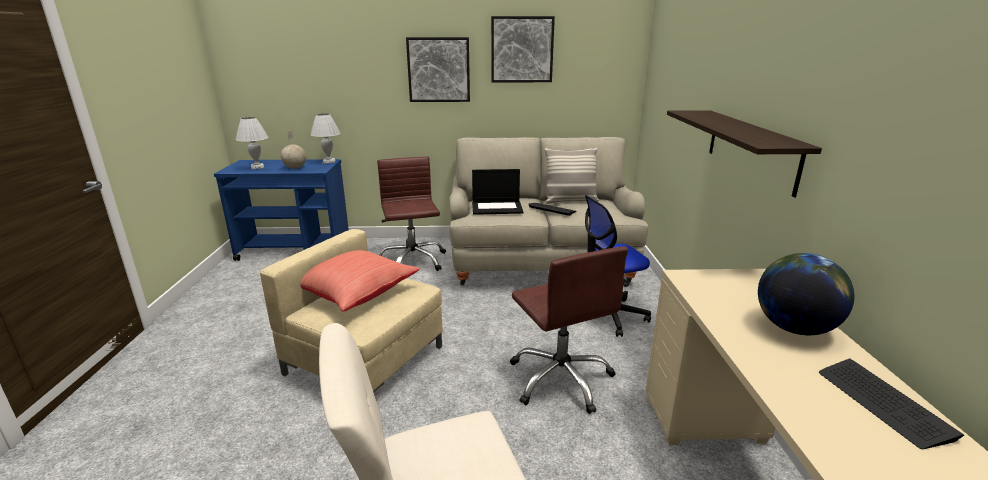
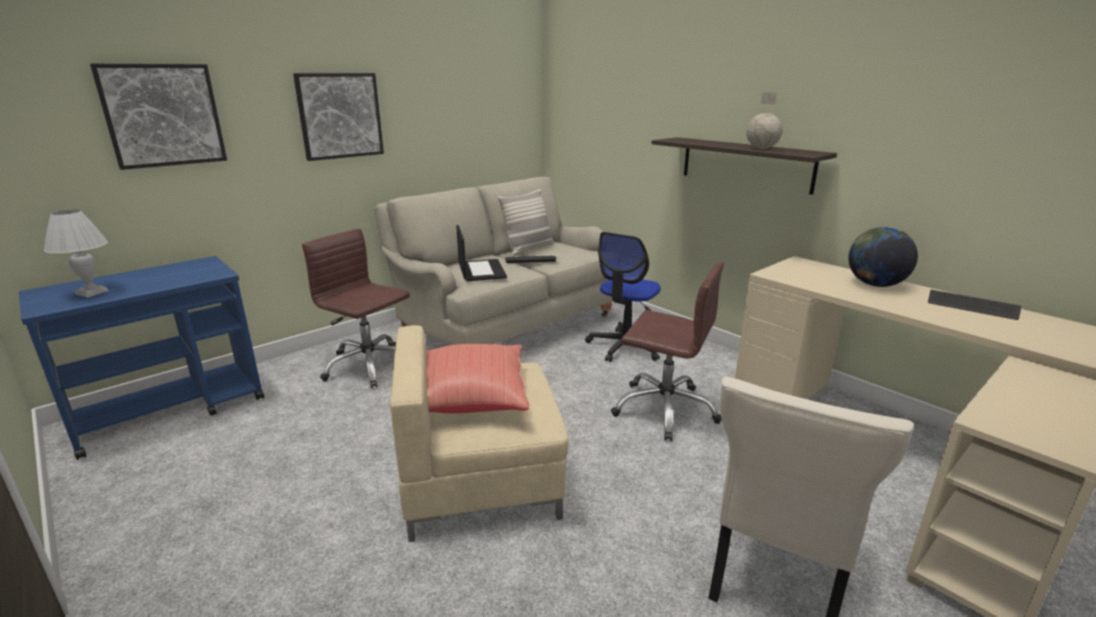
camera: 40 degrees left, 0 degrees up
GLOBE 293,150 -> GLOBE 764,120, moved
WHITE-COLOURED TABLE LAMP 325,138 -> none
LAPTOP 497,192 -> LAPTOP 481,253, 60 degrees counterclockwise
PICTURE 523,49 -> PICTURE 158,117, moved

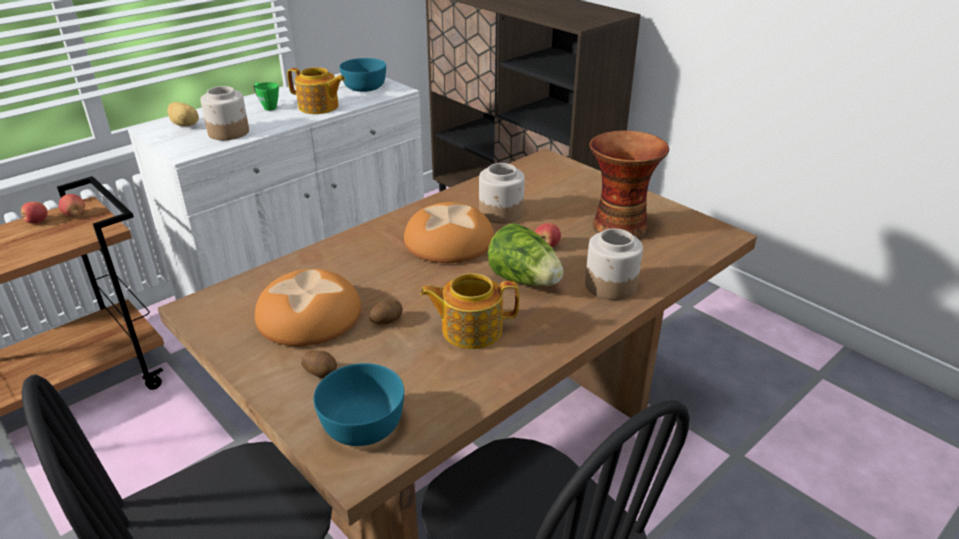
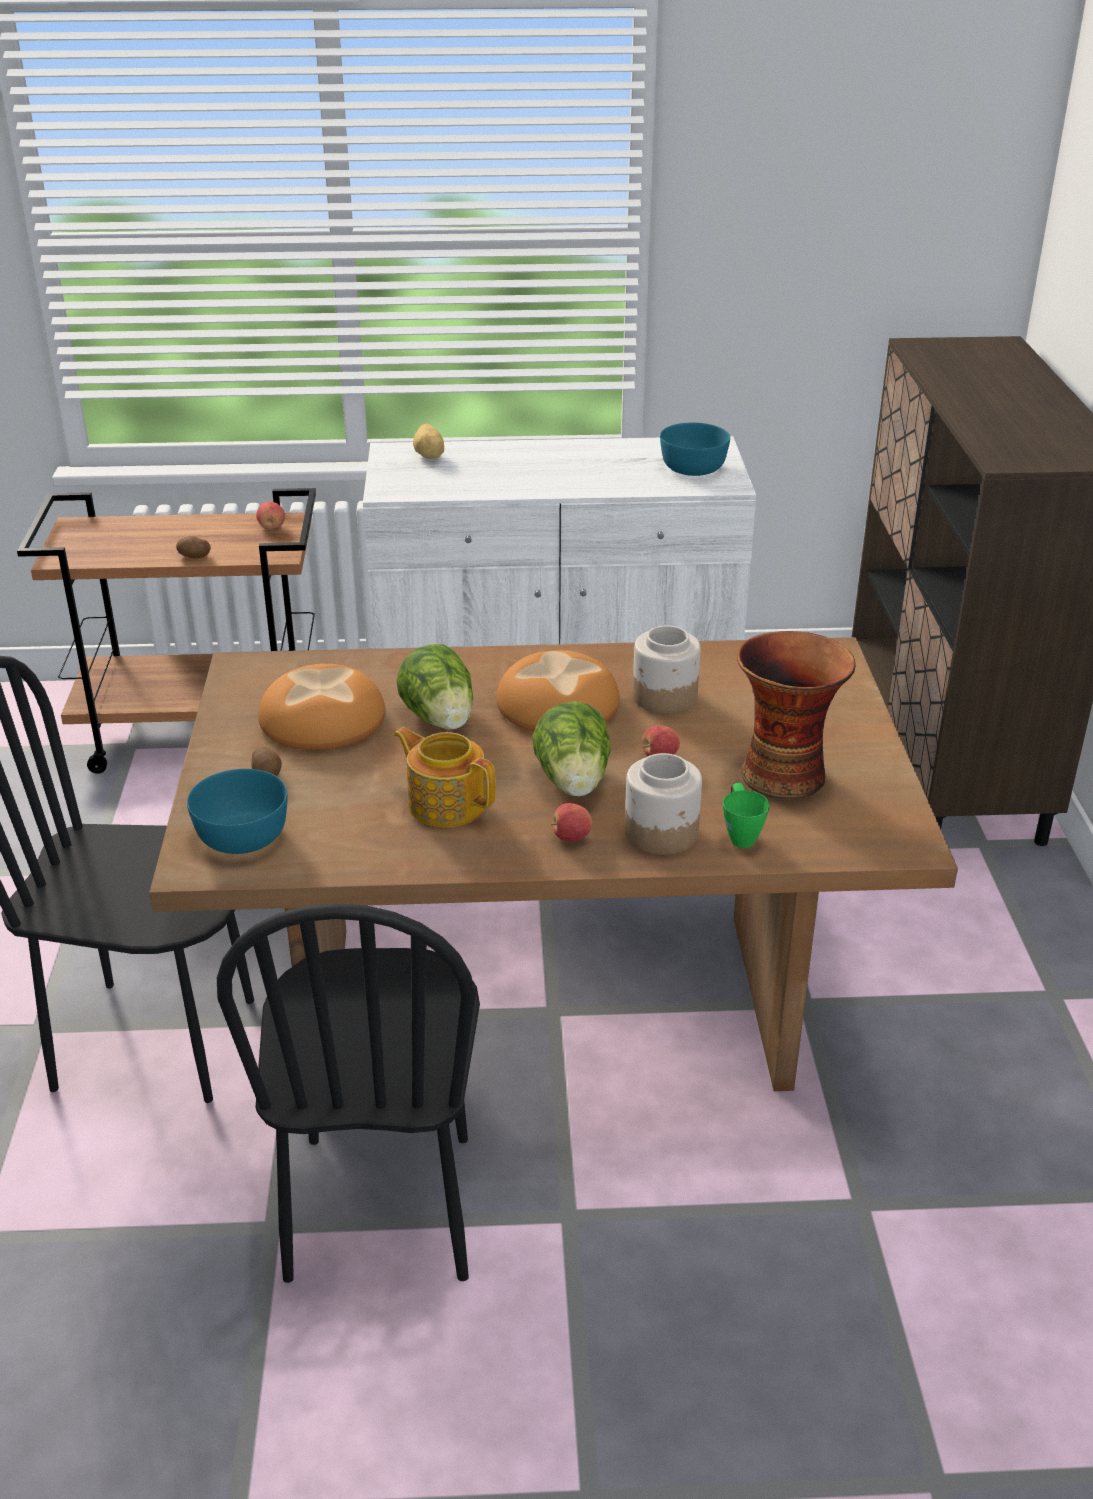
camera: 40 degrees right, 0 degrees up
APPLE 34,213 -> APPLE 571,822, moved
STORAGE JAR 224,113 -> none
GREEN-COLOURED MUG 266,96 -> GREEN-COLOURED MUG 746,815, moved
TEA POT 316,90 -> none
WHOLE POTATO 386,312 -> WHOLE POTATO 193,547, moved
none -> HEAD OF LETTUCE 435,687

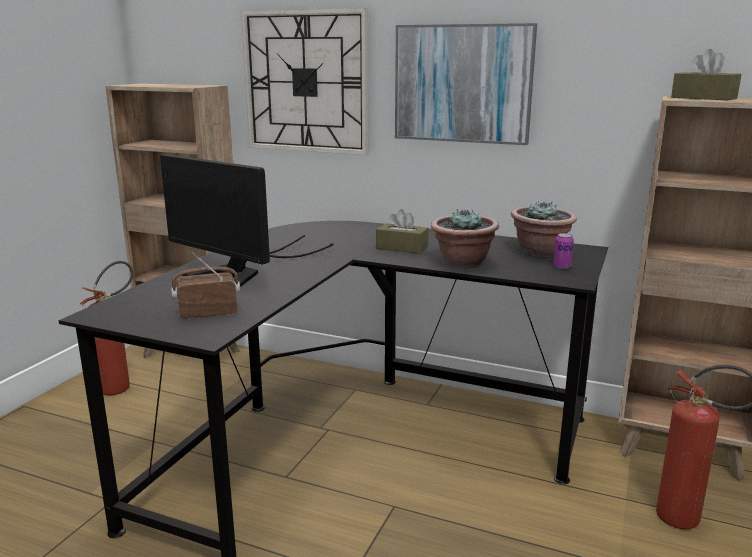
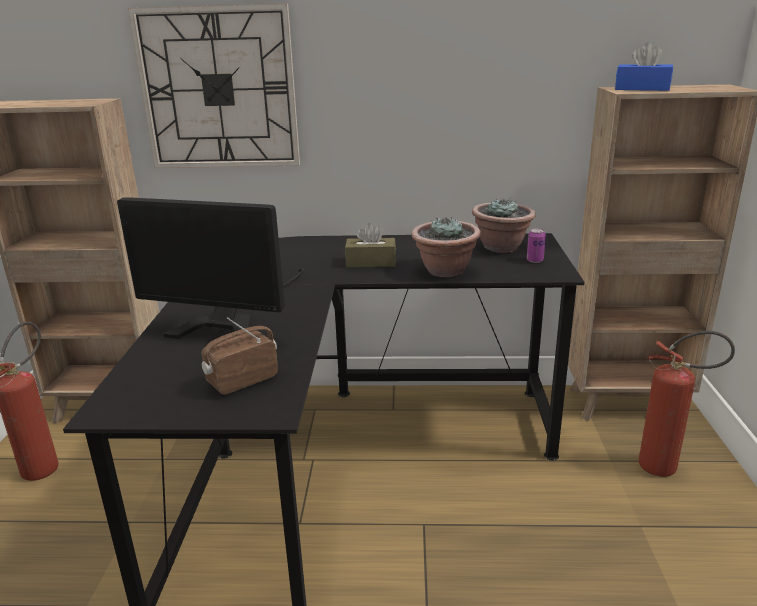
camera: 20 degrees left, 5 degrees up
PICTURE 466,84 -> none
BROWN-COLOURED BOX OF TISSUES 706,74 -> BLUE-COLOURED BOX OF TISSUES 644,66

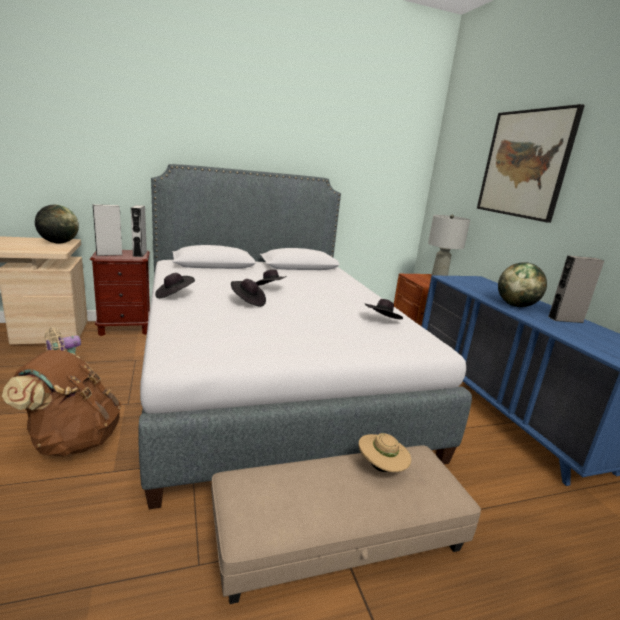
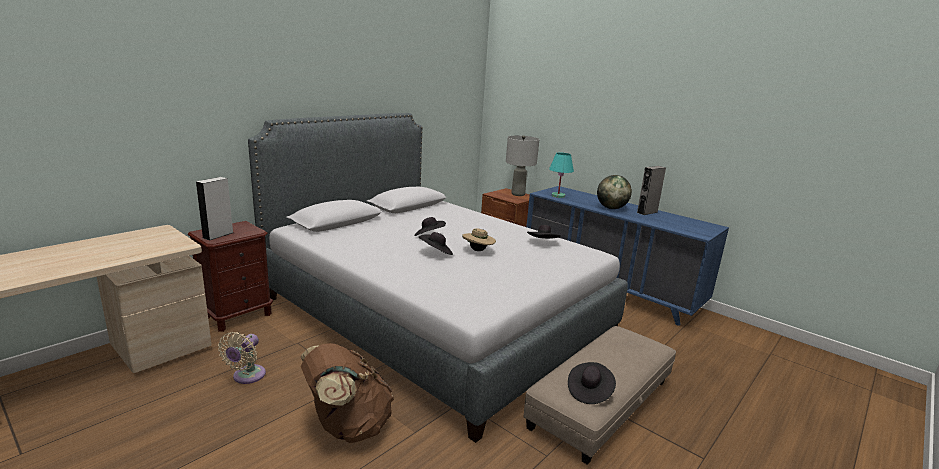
camera: 30 degrees left, 0 degrees up
GLOBE 57,224 -> none
GREYISH AUDIO SPEAKER 139,231 -> none
BLACK WEARABLE HAT 175,285 -> BLACK WEARABLE HAT 592,383, moved
BEIGE WEARABLE HAT 384,452 -> BEIGE WEARABLE HAT 479,239, moved
PICTURE 531,163 -> none
none -> TURQUOISE-COLOURED TABLE LAMP 561,175

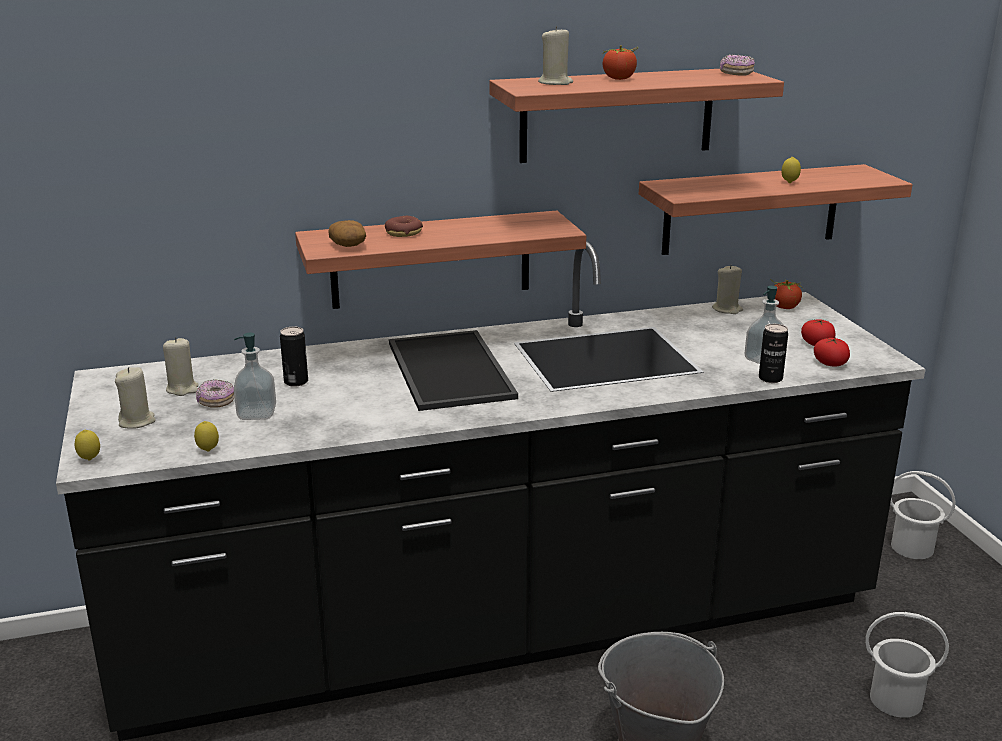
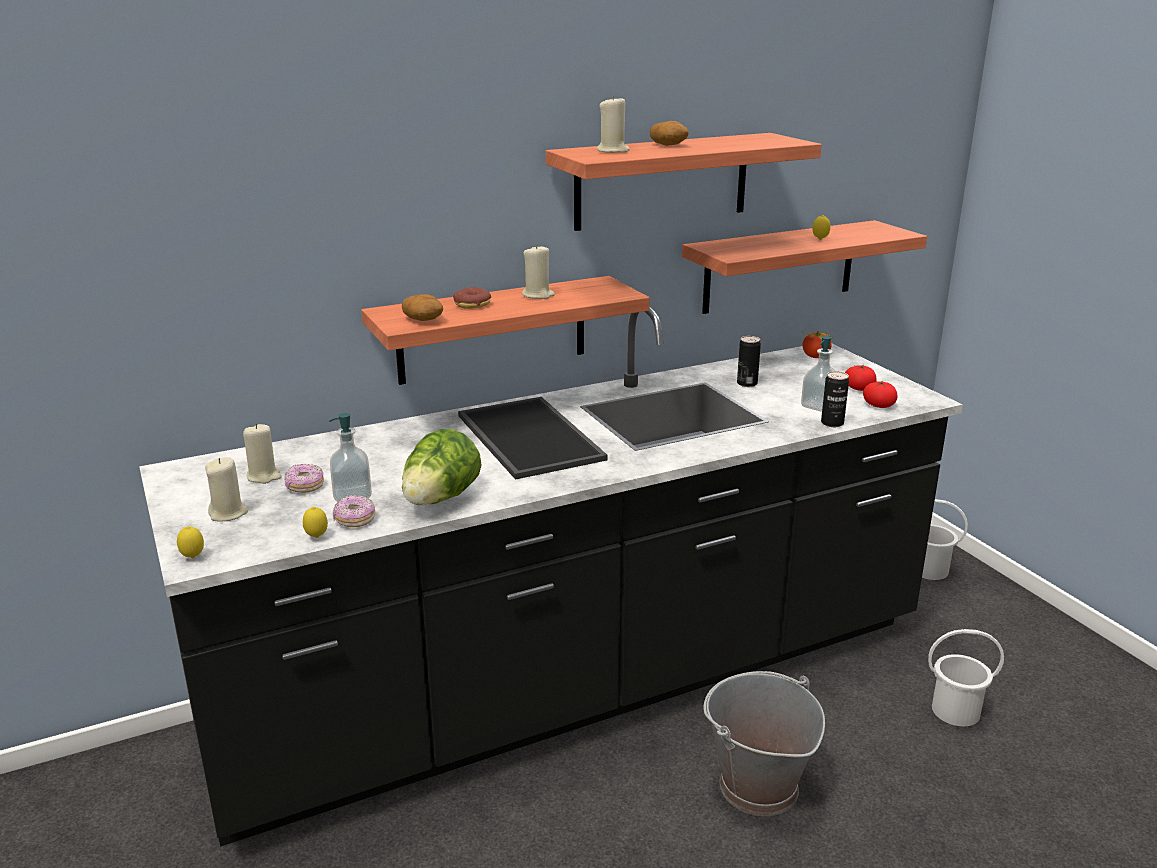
camera: 10 degrees left, 0 degrees up
CAN 294,357 -> CAN 749,361, moved
TOMATO 620,62 -> WHOLE POTATO 669,133
BEIGE WAX LIGHT 727,289 -> BEIGE WAX LIGHT 538,271, moved
DOUGHNUT 737,64 -> DOUGHNUT 354,511, moved
none -> HEAD OF LETTUCE 442,467

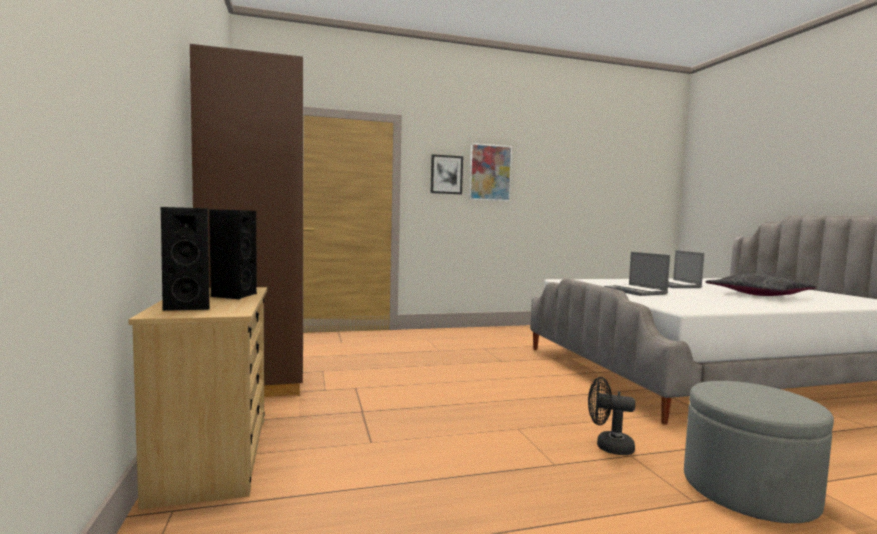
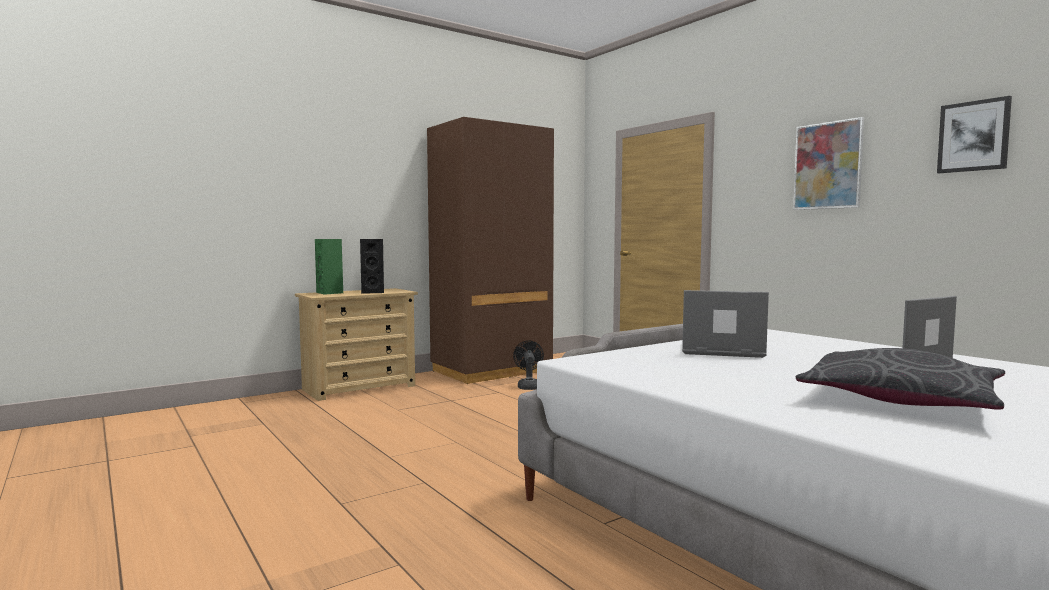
camera: 70 degrees right, 0 degrees up
BLACK AUDIO SPEAKER 185,259 -> GREEN-COLOURED AUDIO SPEAKER 329,267
PICTURE 446,174 -> PICTURE 974,134, moved
BLACK FAN 611,416 -> BLACK FAN 528,365, moved
LAPTOP 637,274 -> LAPTOP 725,324, 60 degrees clockwise
GREYISH FOOTREST 759,452 -> none

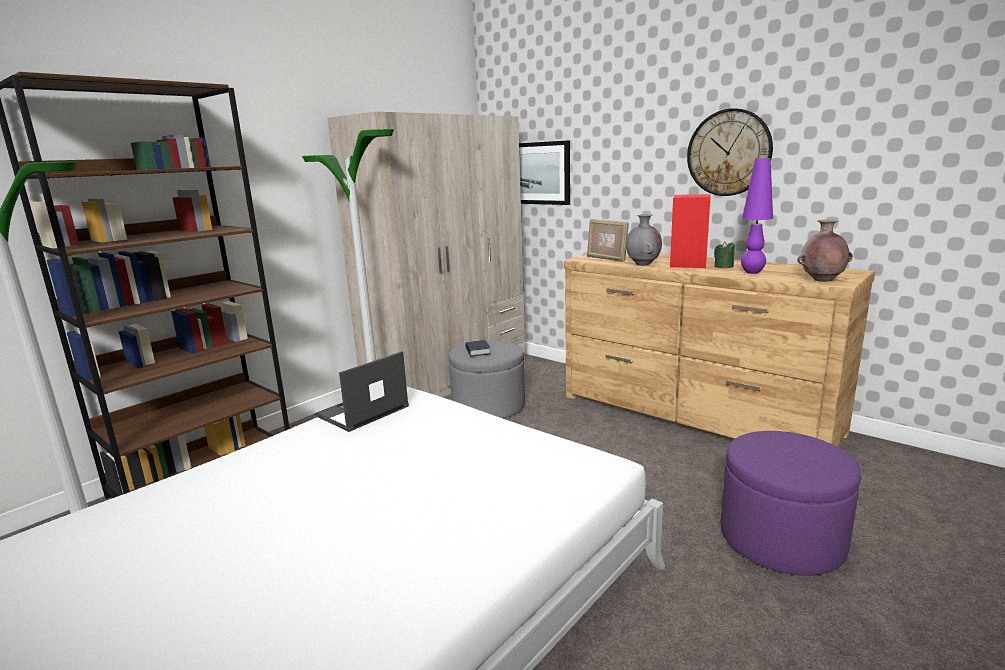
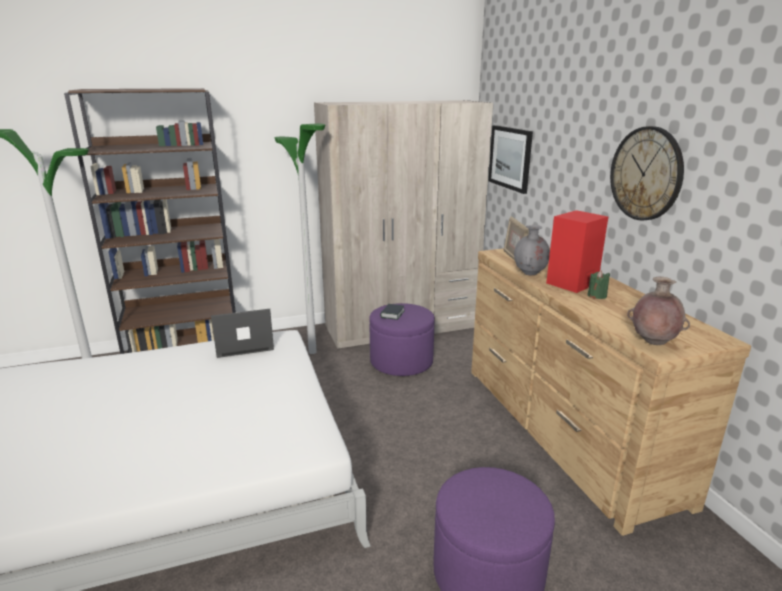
camera: 30 degrees right, 5 degrees up
GREYISH FOOTREST 487,379 -> PURPLISH FOOTREST 402,339
PURPLISH TABLE LAMP 757,216 -> none

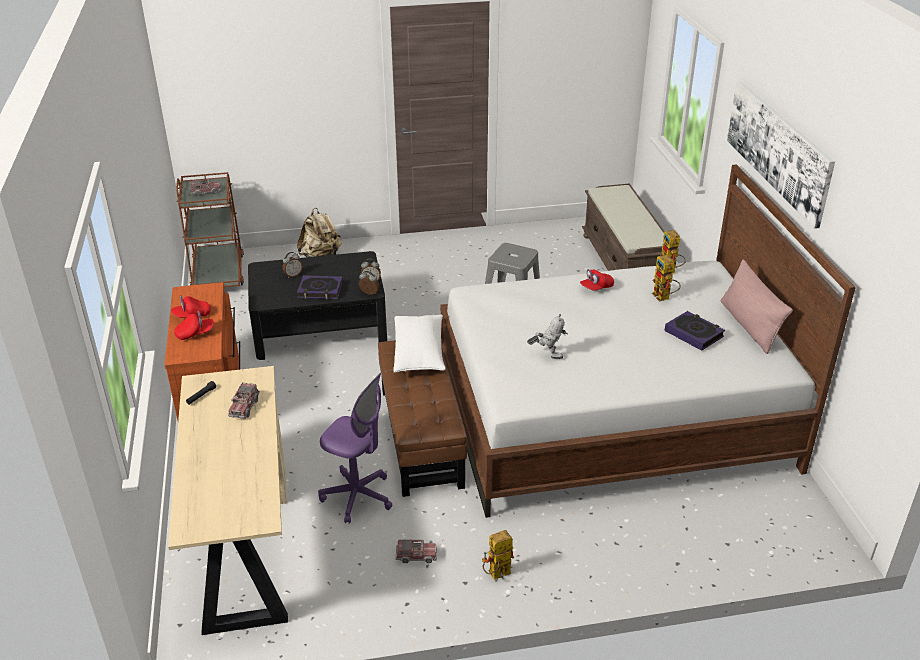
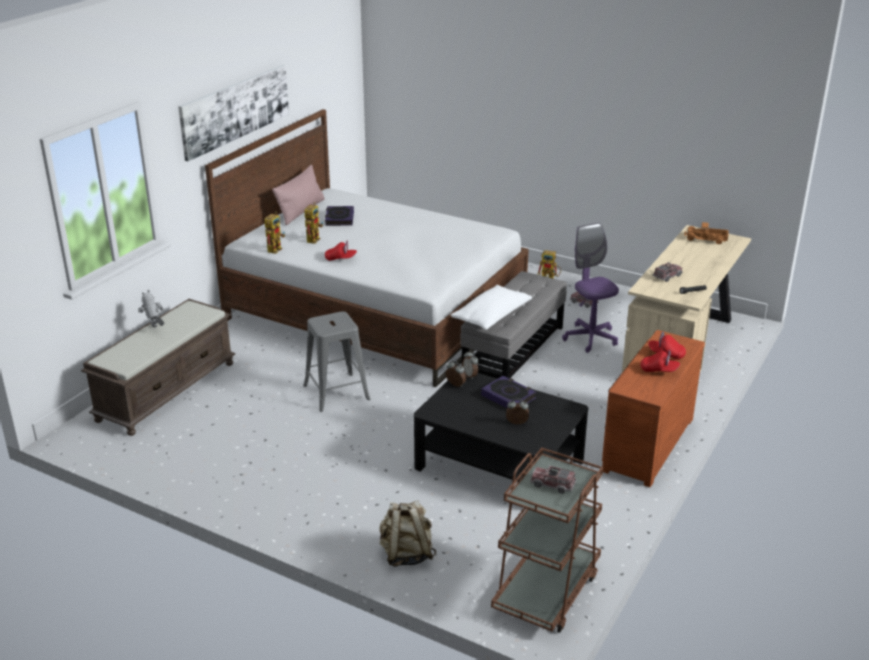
camera: 140 degrees left, 5 degrees down
BROWN-COLOURED FOOTREST 422,418 -> GREYISH FOOTREST 513,325
MODEL ROBOT 547,336 -> MODEL ROBOT 151,308, moved
none -> TOY TRUCK 706,233

